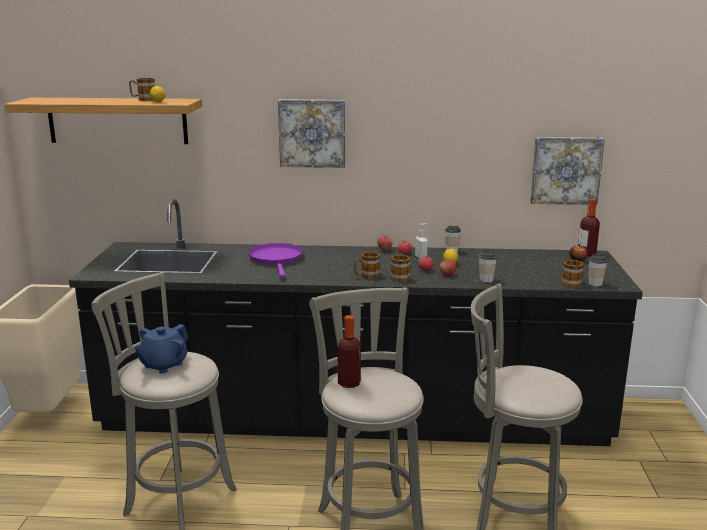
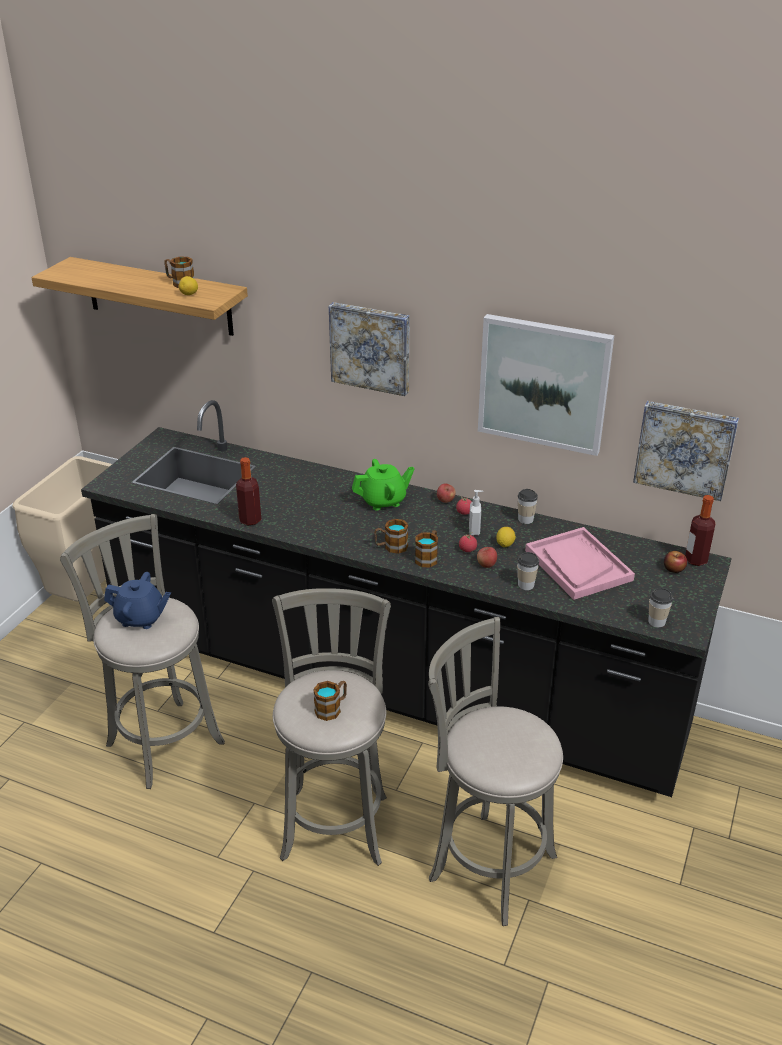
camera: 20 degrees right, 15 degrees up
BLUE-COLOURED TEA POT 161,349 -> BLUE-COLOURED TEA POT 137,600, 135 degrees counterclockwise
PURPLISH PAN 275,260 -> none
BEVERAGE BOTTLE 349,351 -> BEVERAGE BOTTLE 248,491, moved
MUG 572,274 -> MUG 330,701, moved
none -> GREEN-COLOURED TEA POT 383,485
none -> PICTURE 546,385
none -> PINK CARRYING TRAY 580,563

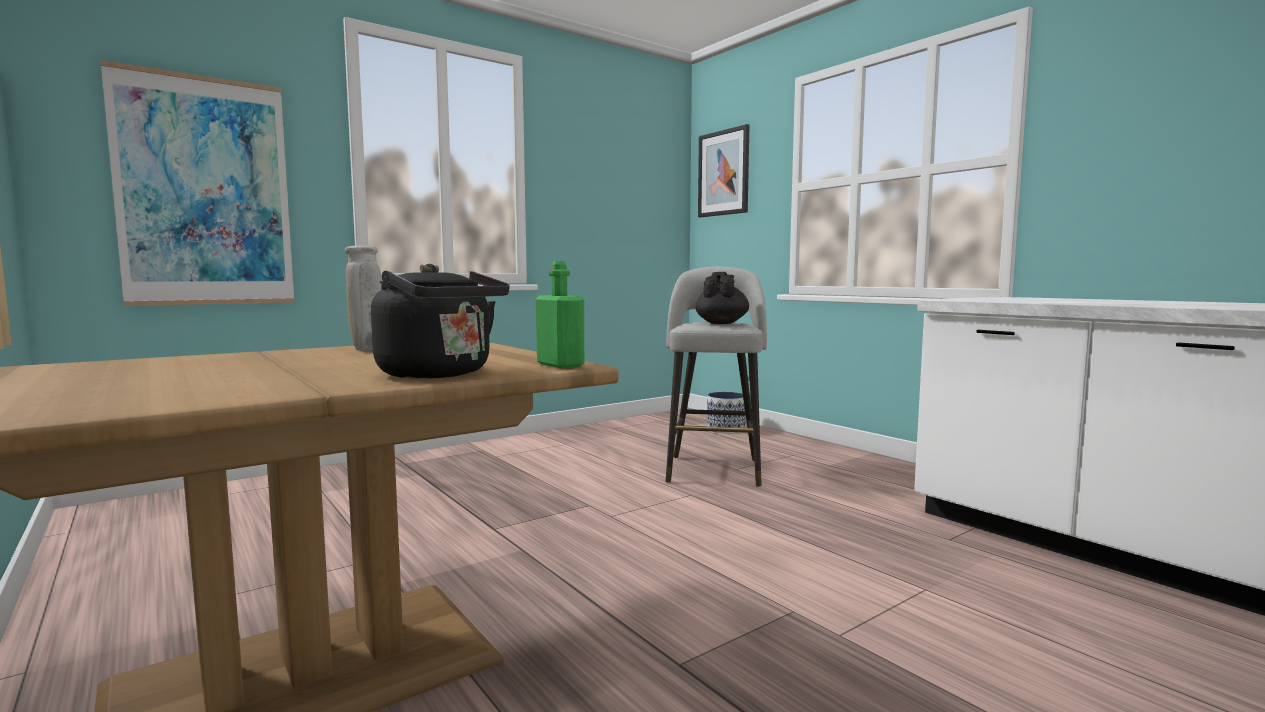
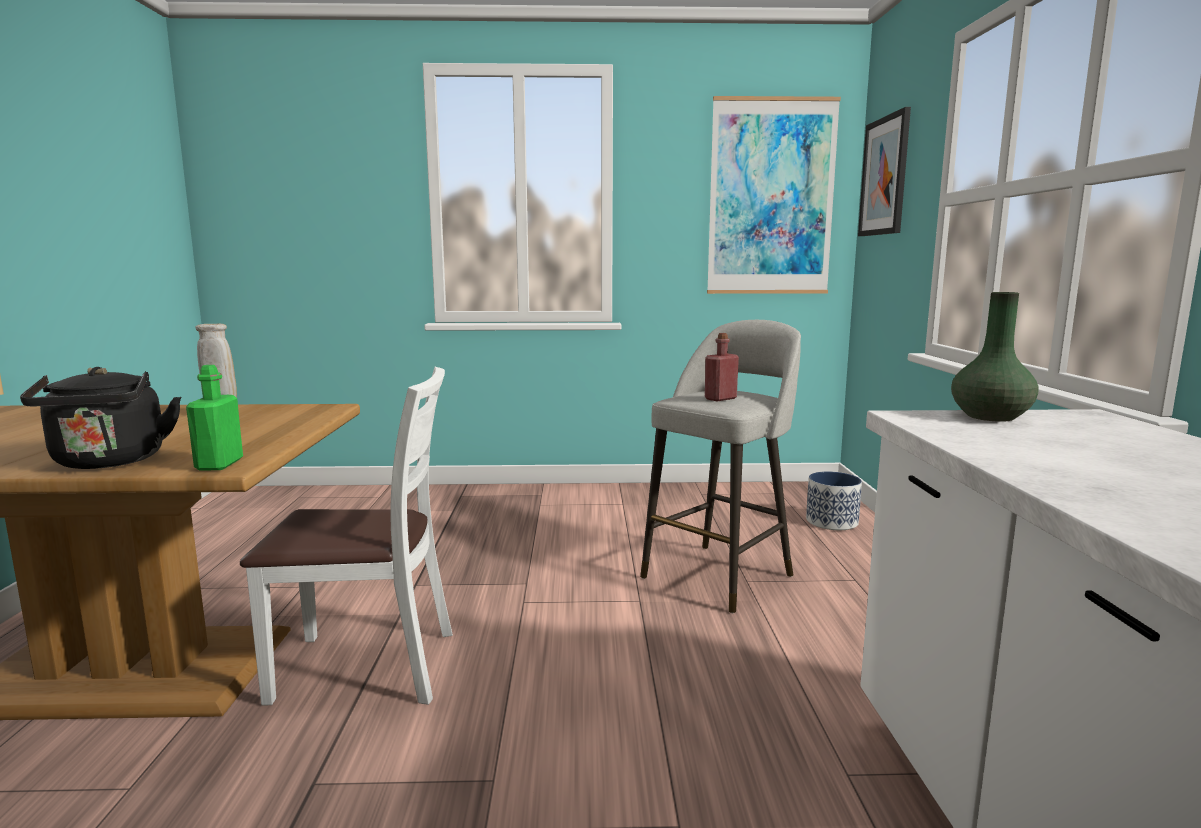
camera: 35 degrees right, 5 degrees up
PICTURE 197,183 -> PICTURE 774,195, moved
BLACK TEA POT 722,298 -> REDDISH BEVERAGE BOTTLE 722,367
none -> WHITE-COLOURED UPRIGHT CHAIR 346,536
none -> GREEN-COLOURED FLOWER VASE 994,357

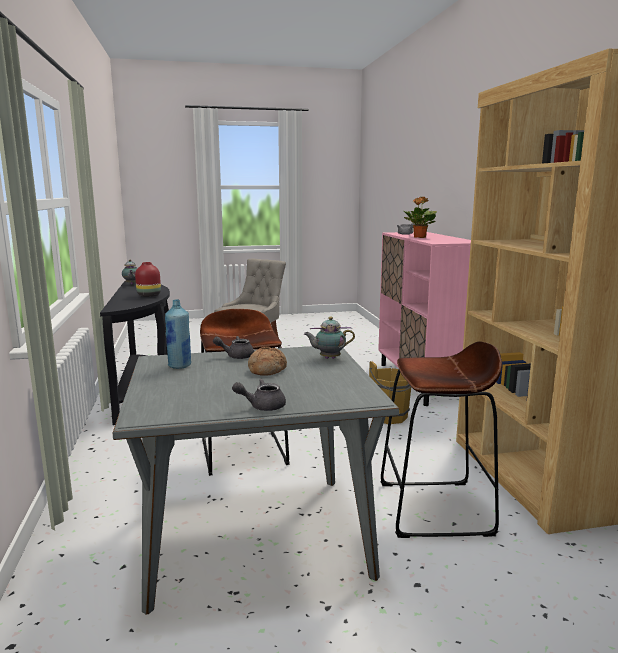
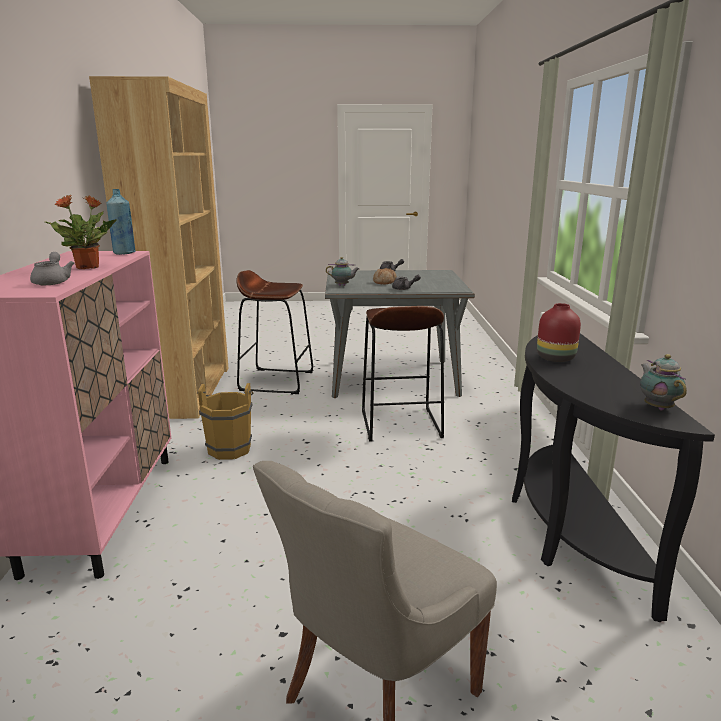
camera: 170 degrees left, 5 degrees up
BLUE-COLOURED BEVERAGE BOTTLE 178,334 -> BLUE-COLOURED BEVERAGE BOTTLE 121,222, moved

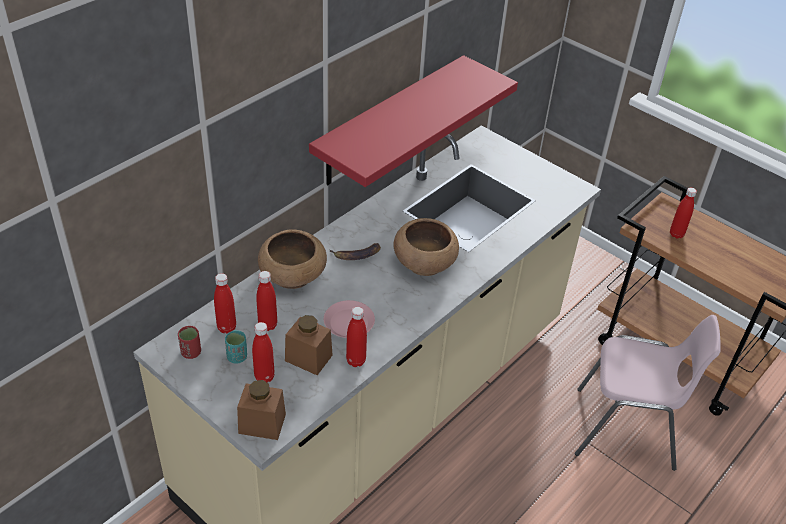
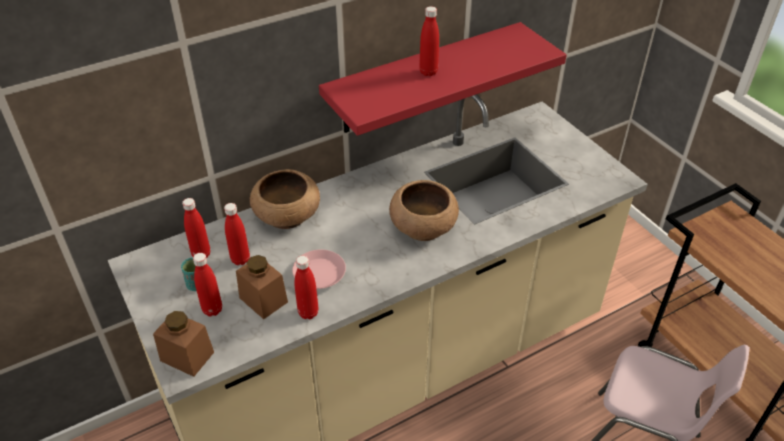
camera: 20 degrees right, 0 degrees up
REDDISH CUP 189,342 -> none
WHOLE BANANA 355,251 -> none
REDDISH BEVERAGE BOTTLE 683,213 -> REDDISH BEVERAGE BOTTLE 429,41, moved

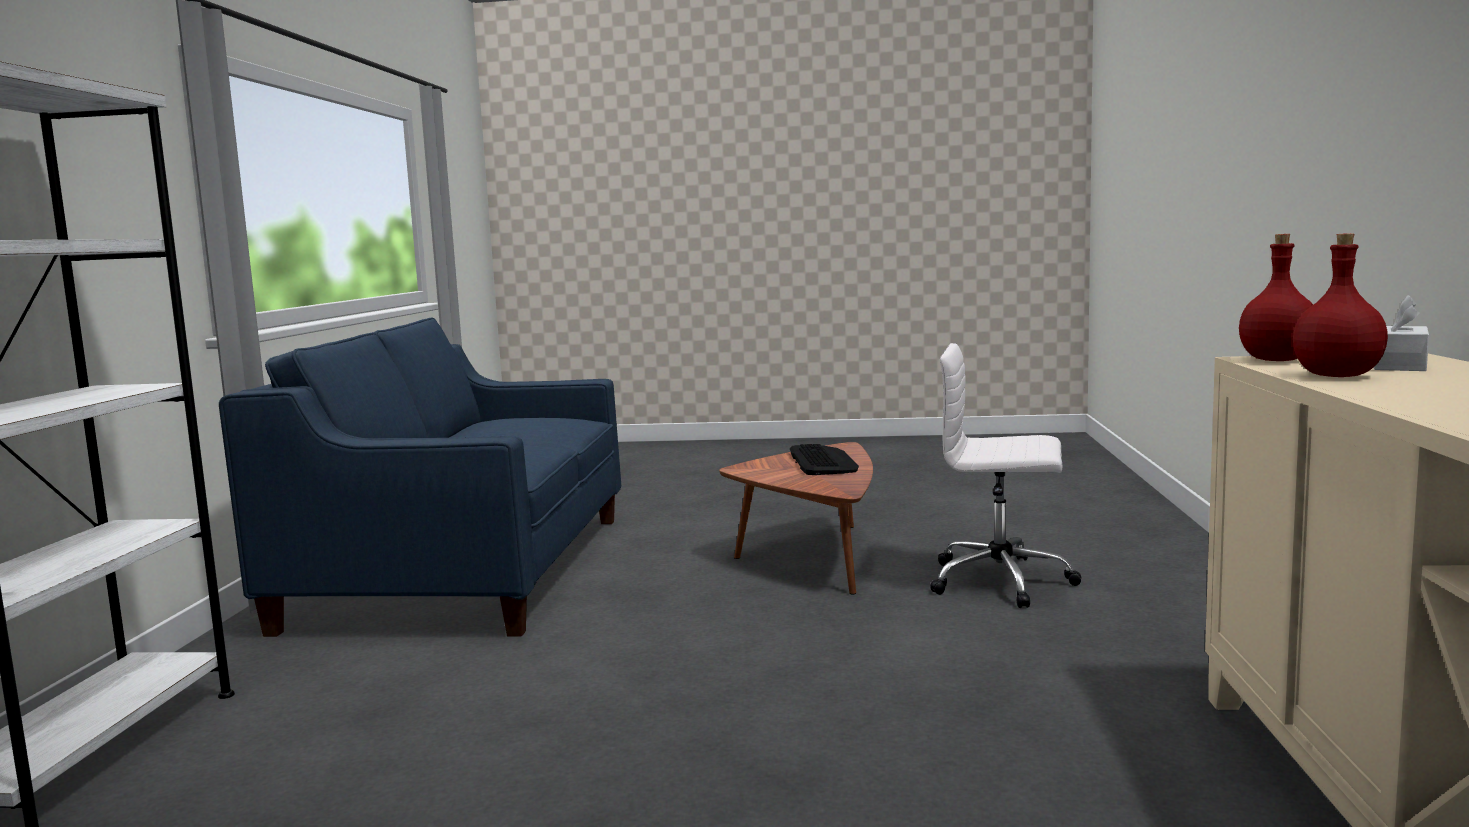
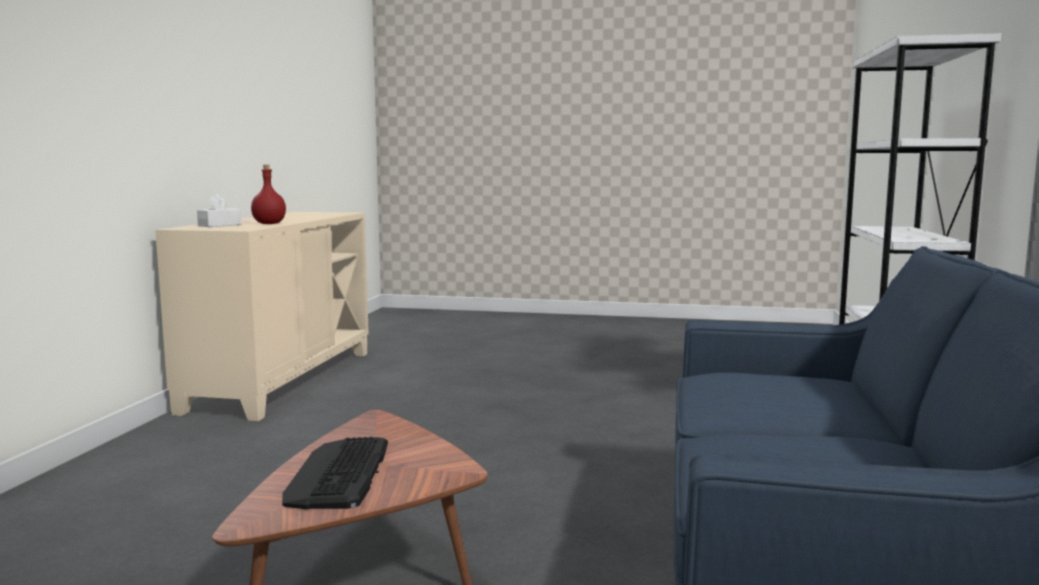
camera: 175 degrees left, 0 degrees up
WHITE-COLOURED OFFICE CHAIR 1006,475 -> none
REDDISH BEVERAGE BOTTLE 1276,297 -> none

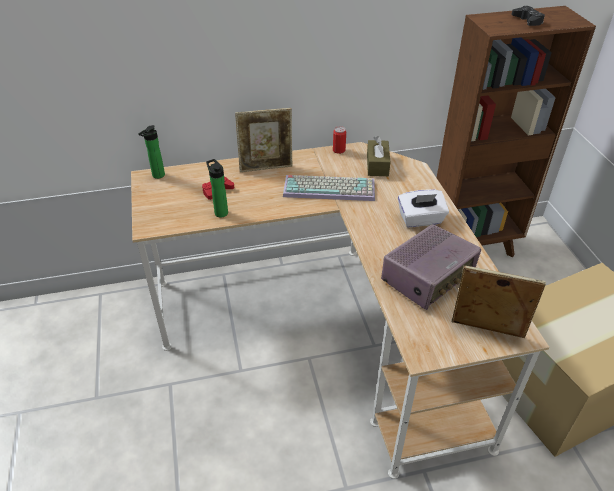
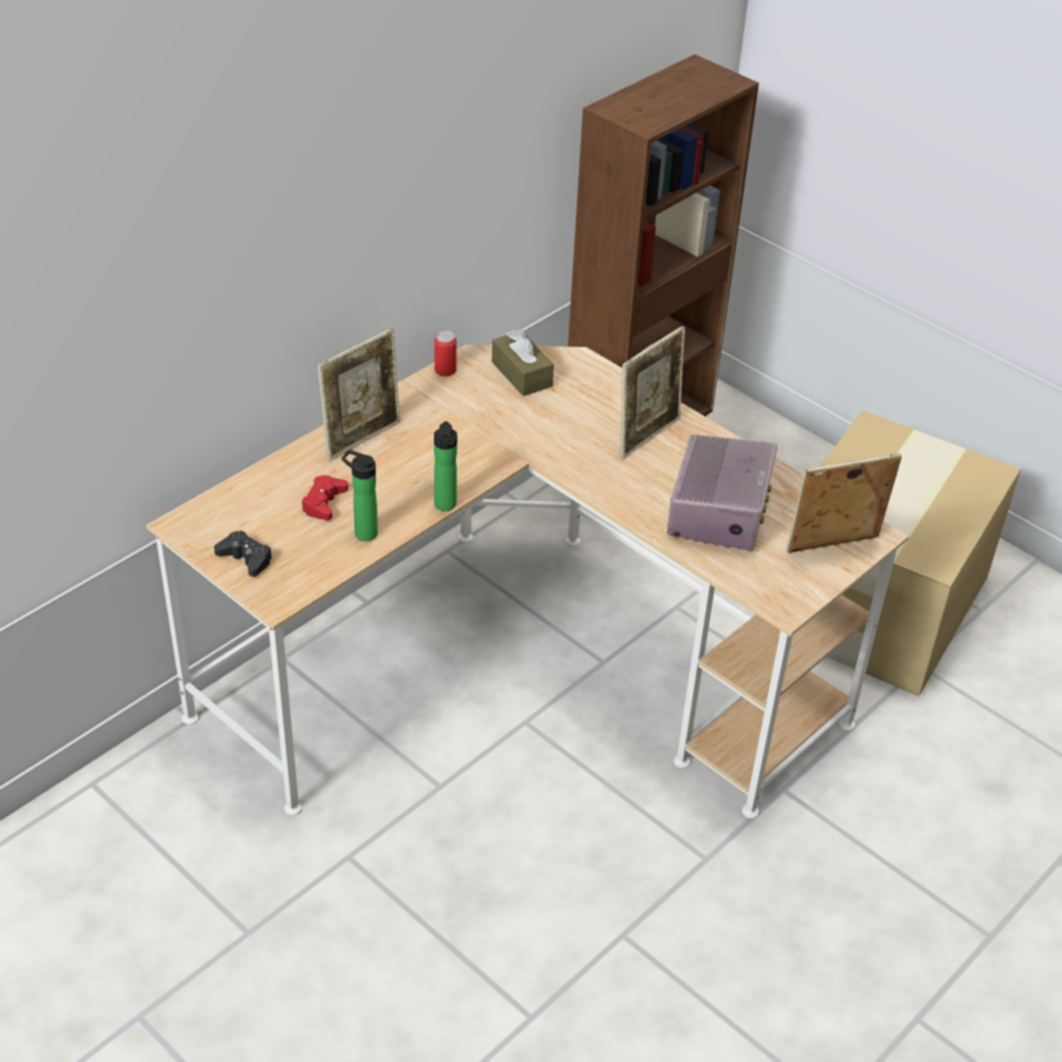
camera: 35 degrees left, 0 degrees up
BEVERAGE BOTTLE 151,152 -> BEVERAGE BOTTLE 445,466, moved
COMPUTER KEYBOARD 329,188 -> none
WHITE-COLOURED BOX OF TISSUES 423,208 -> PHOTO FRAME 652,392
BLACK GAME CONTROLLER 528,16 -> BLACK GAME CONTROLLER 243,553, moved

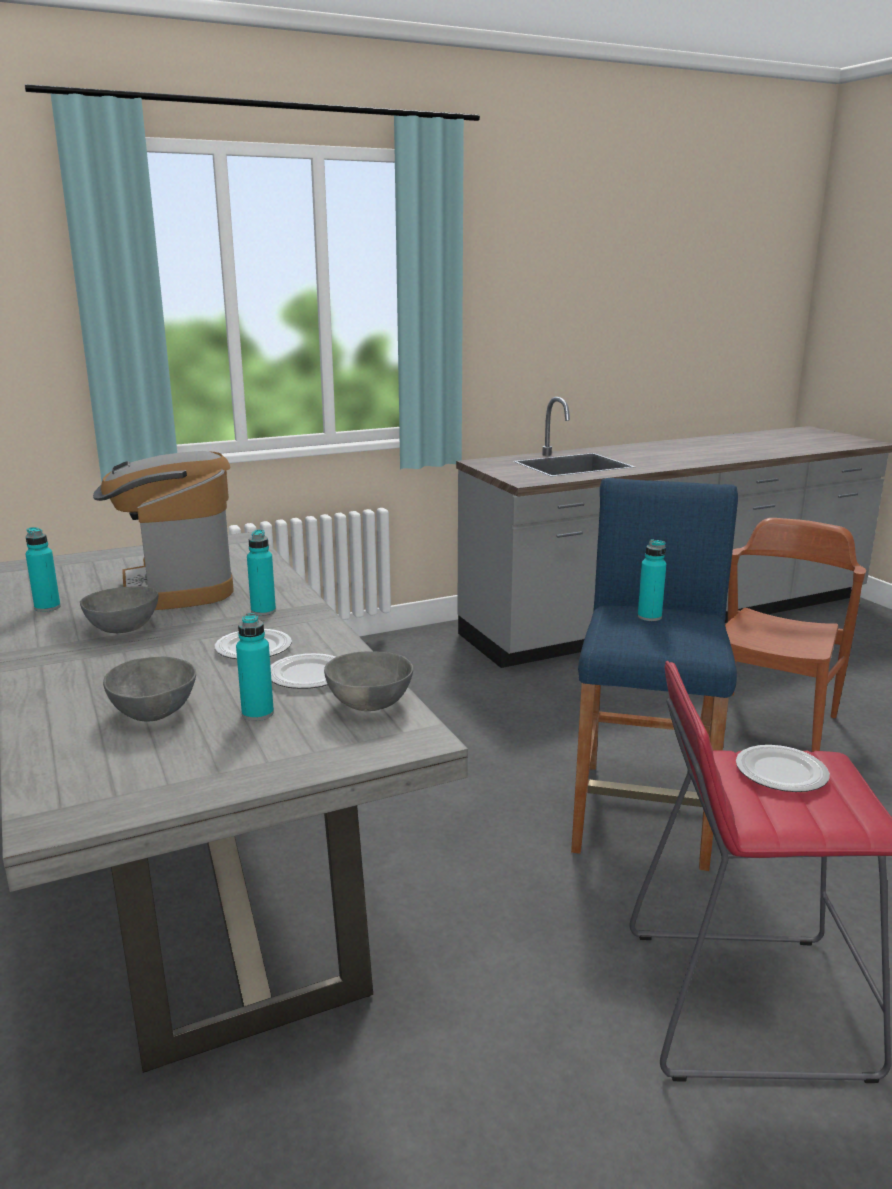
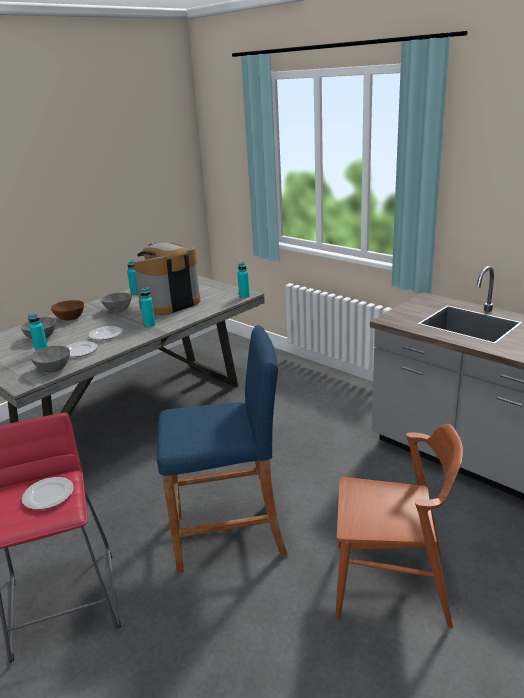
camera: 70 degrees right, 5 degrees up
TURQUOISE-COLOURED BEVERAGE BOTTLE 652,580 -> TURQUOISE-COLOURED BEVERAGE BOTTLE 243,280, moved
none -> BROWN-COLOURED BOWL 67,310

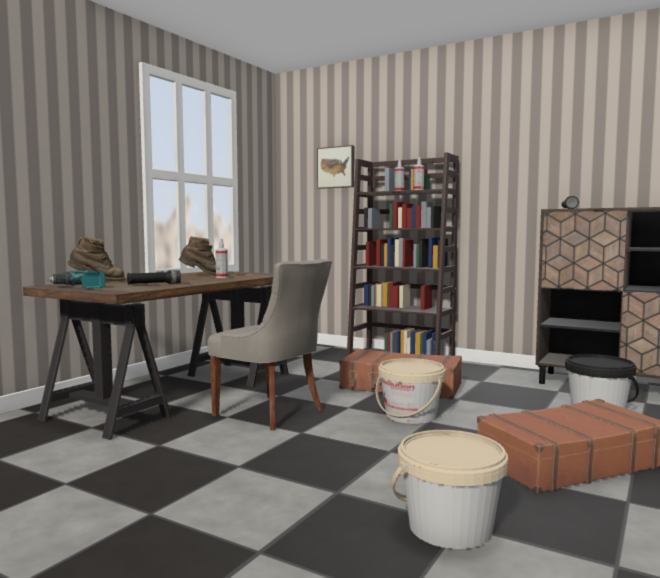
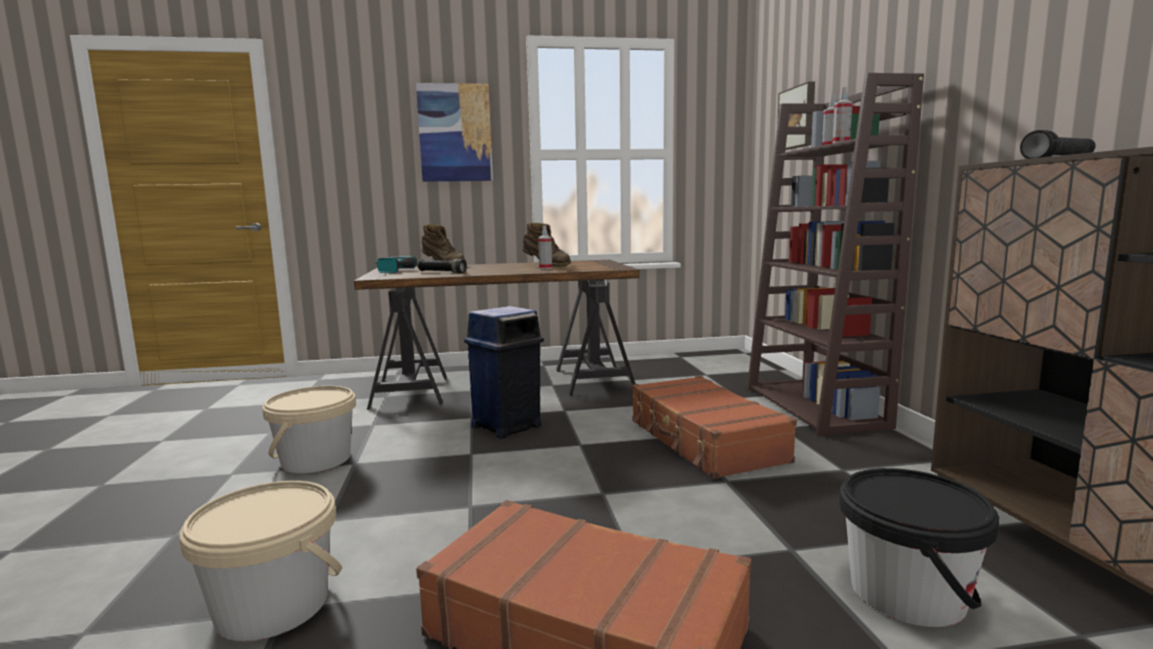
camera: 50 degrees right, 5 degrees up
GREYISH UPRIGHT CHAIR 269,344 -> BLUE-COLOURED RUBBISH BIN 504,372
BEIGE WATER BUCKET 411,391 -> BEIGE WATER BUCKET 309,430, moved
none -> PICTURE 454,132

